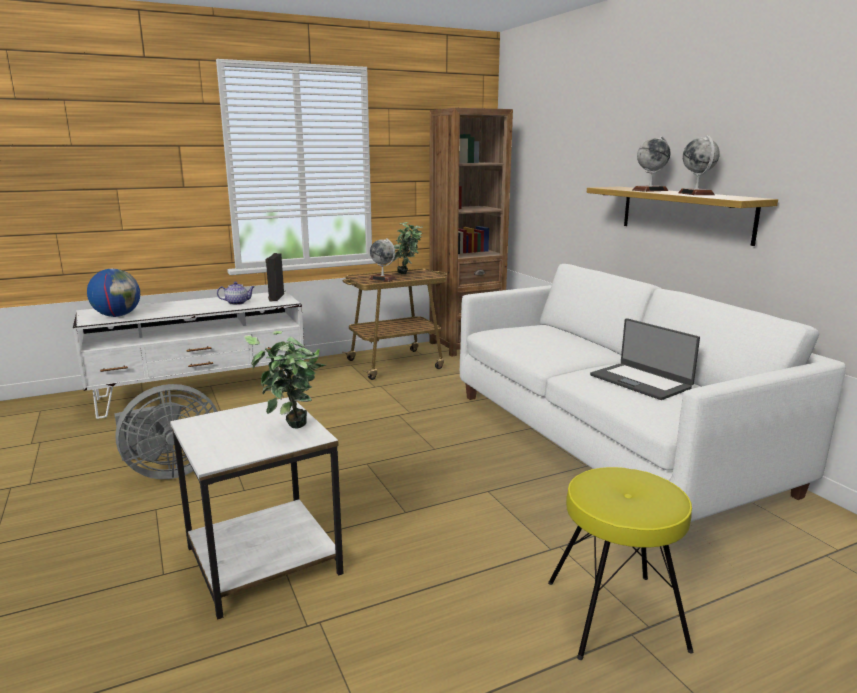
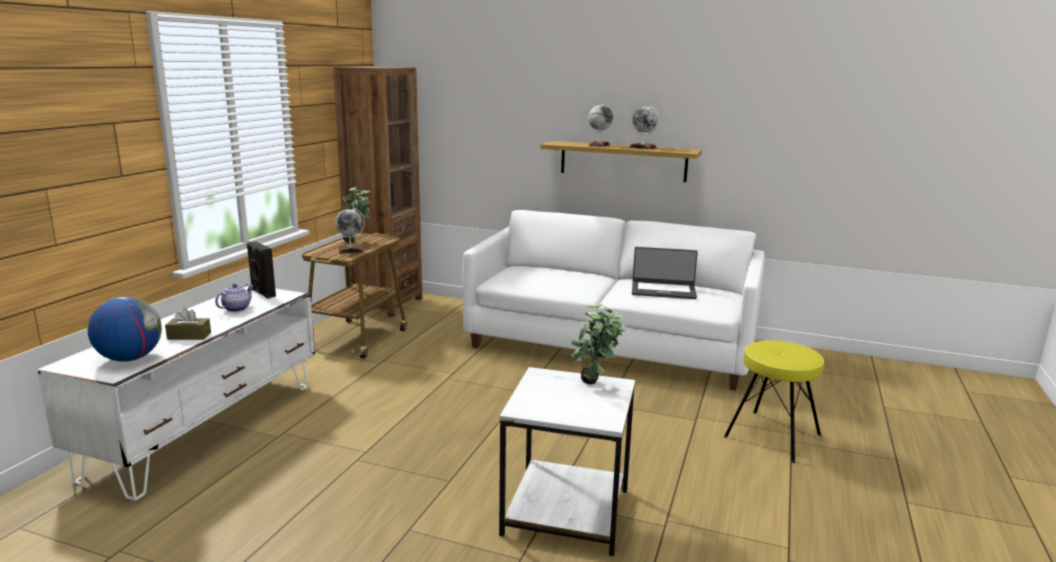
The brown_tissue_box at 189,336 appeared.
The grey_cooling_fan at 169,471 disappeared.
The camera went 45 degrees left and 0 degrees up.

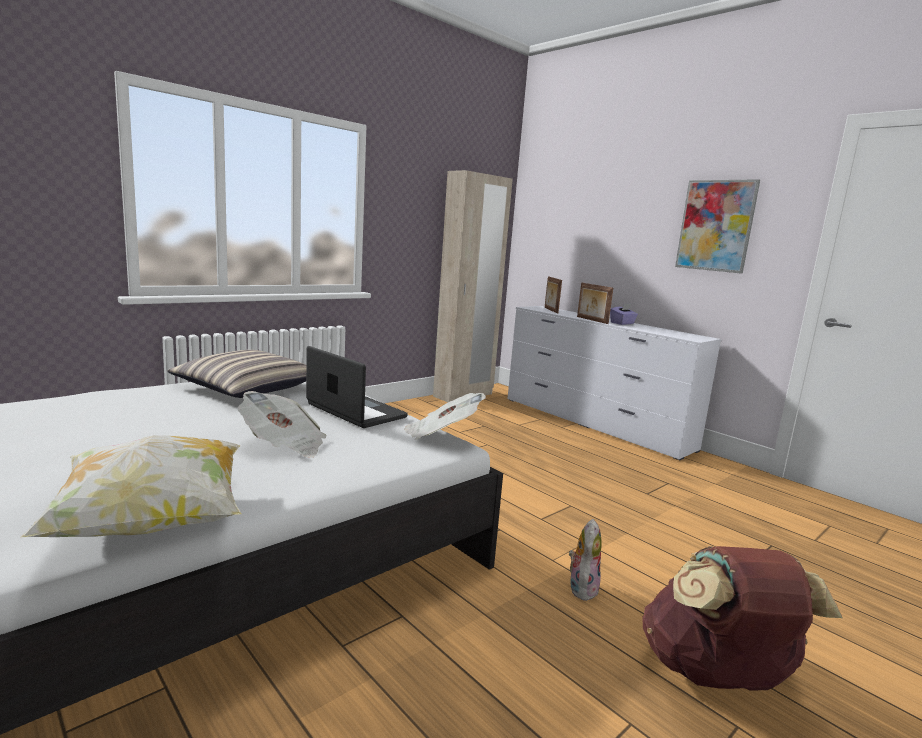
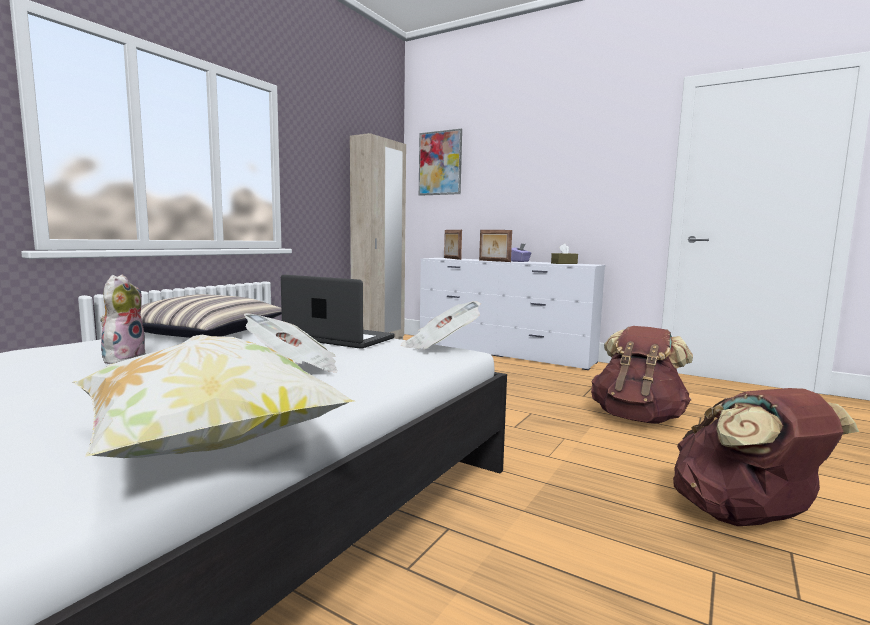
The cuddly_toy moved from 581,587 to 123,358.
The wall_picture moved from 716,226 to 440,163.
The brown_tissue_box at 564,263 appeared.
The brown_knapsack at 637,418 appeared.
The camera went 15 degrees left and 5 degrees down.

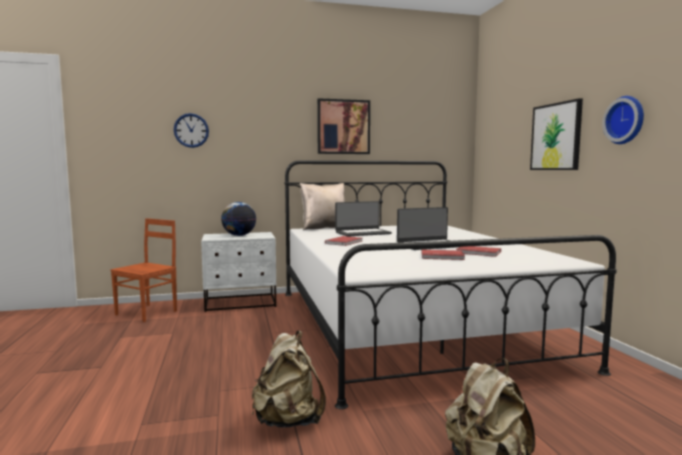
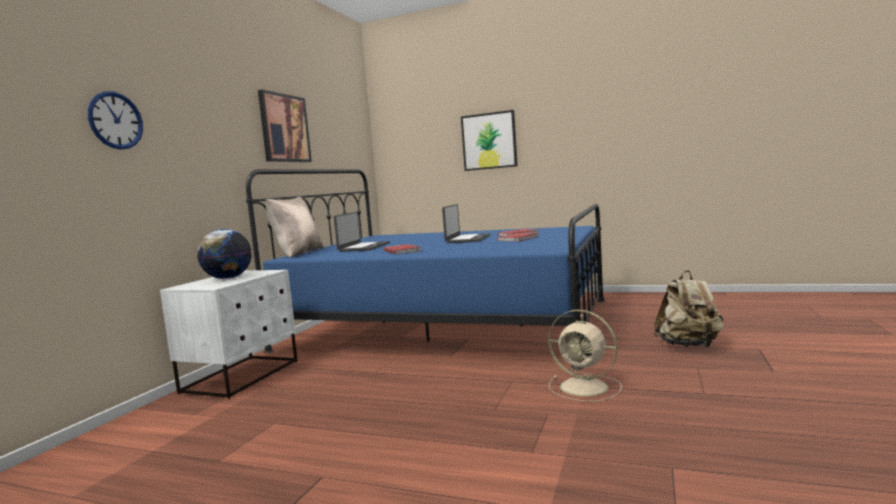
The white-coloured_bed at 408,324 became the blue-coloured_bed at 449,324.
The sand-coloured_knapsack at 288,420 was replaced by the sand-coloured_cooling_fan at 586,387.
The brown_chair at 147,313 disappeared.
The wall_clock at 626,120 disappeared.
The camera went 55 degrees left and 0 degrees up.

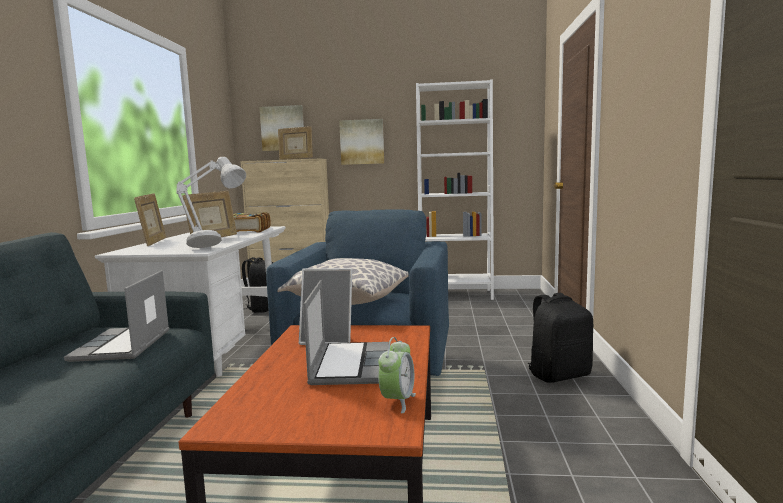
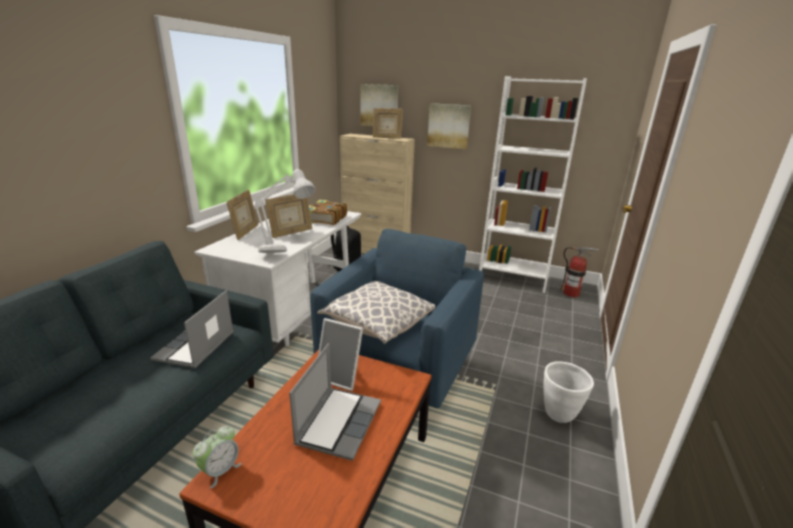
The bedside_clock moved from 397,401 to 220,470.
The black-coloured_knapsack at 559,375 was replaced by the white-coloured_planter at 559,413.
The extinguisher at 571,293 appeared.
The camera went 15 degrees right and 15 degrees up.

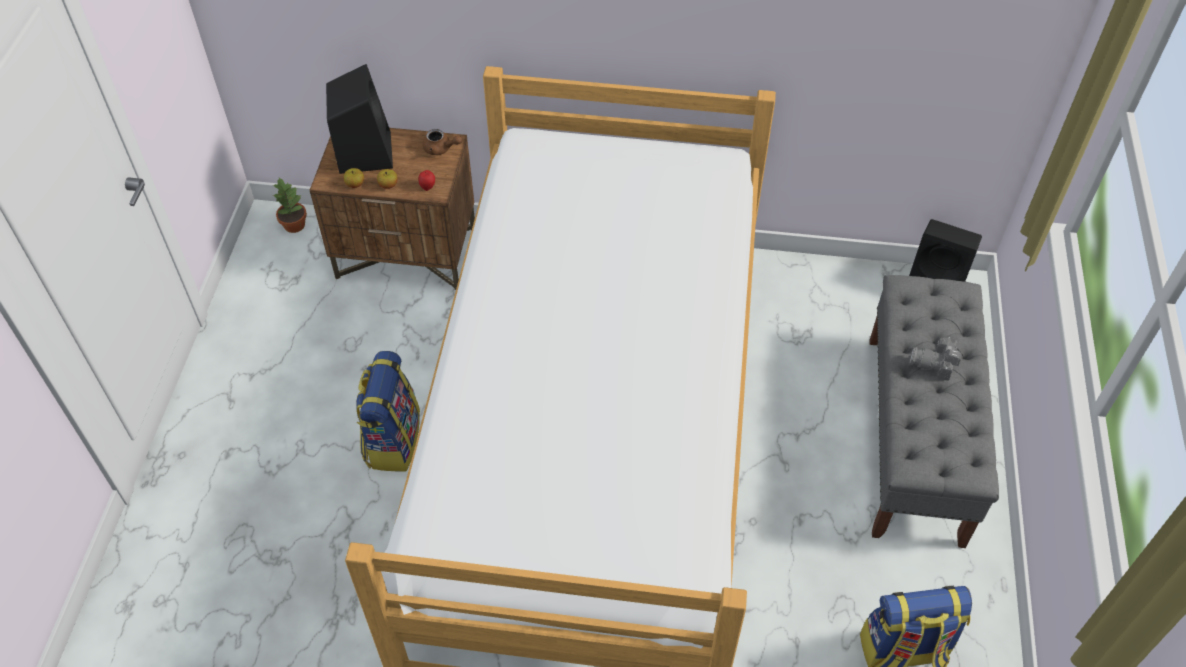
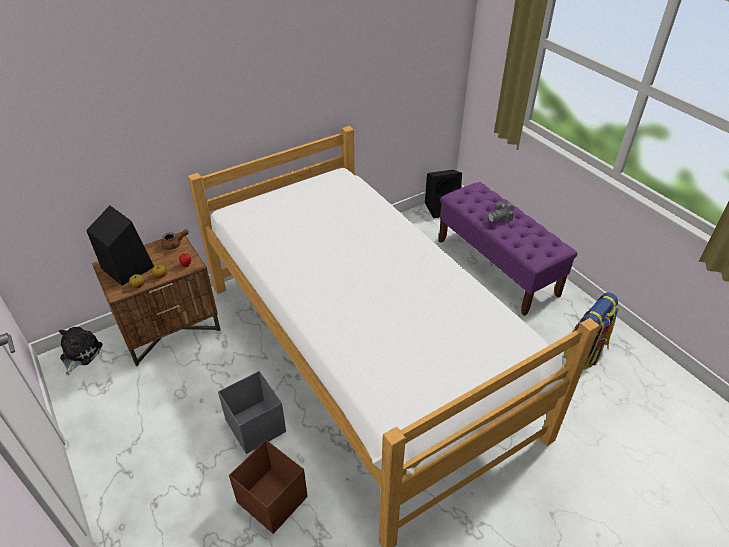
The houseplant at 294,225 was replaced by the cuddly_toy at 79,354.
The knapsack at 392,440 was replaced by the grey_storage_container at 255,425.
The brown_storage_container at 272,501 appeared.
The grey_indoor_bench at 914,438 became the purple_indoor_bench at 497,267.
The camera went 40 degrees left and 10 degrees down.

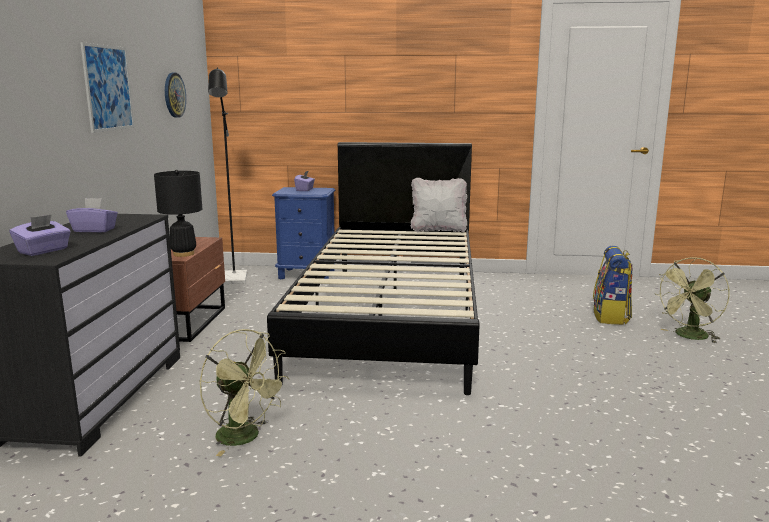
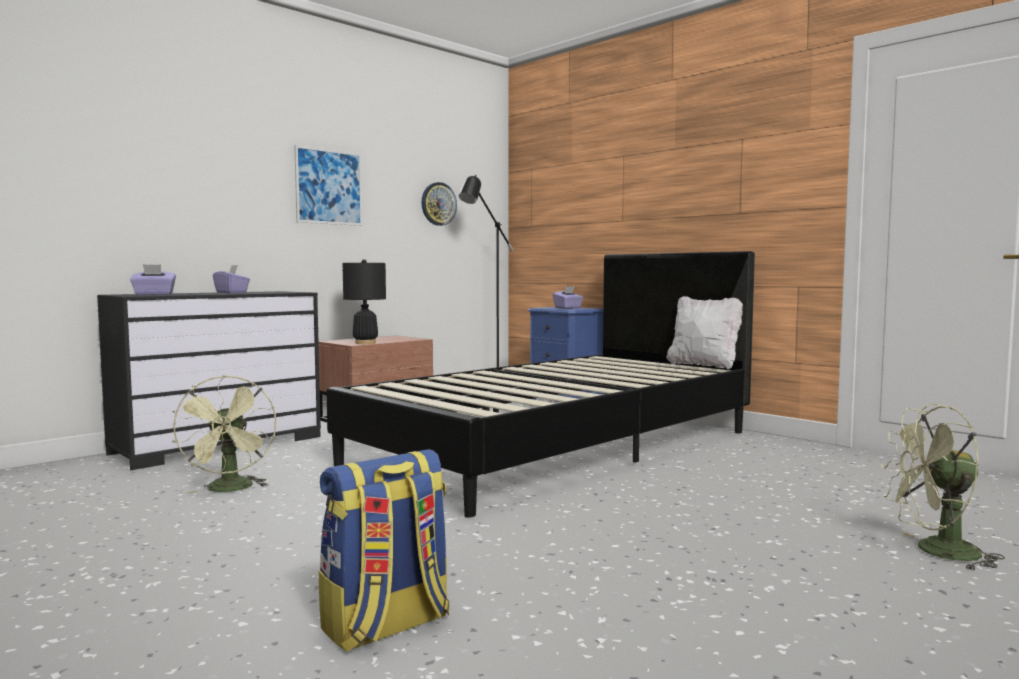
The knapsack moved from 611,317 to 386,626.
The camera went 40 degrees right and 10 degrees down.

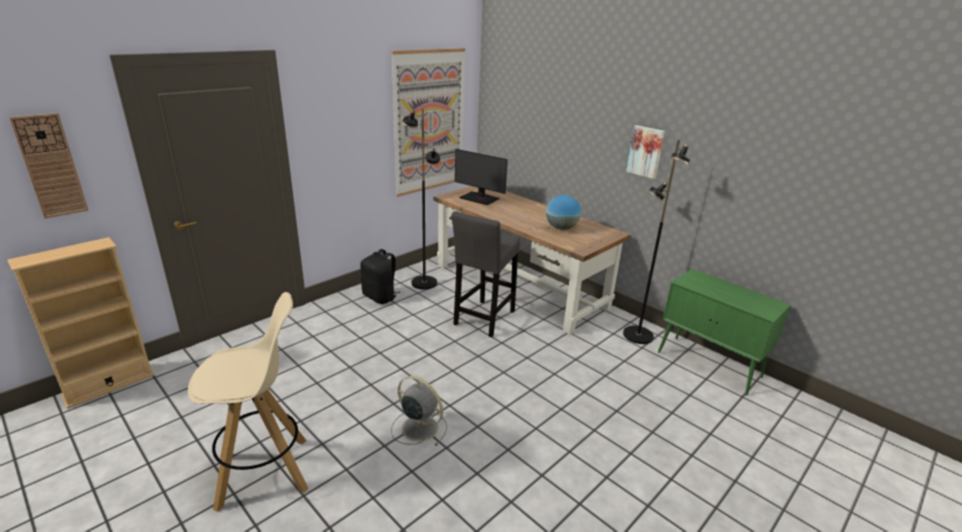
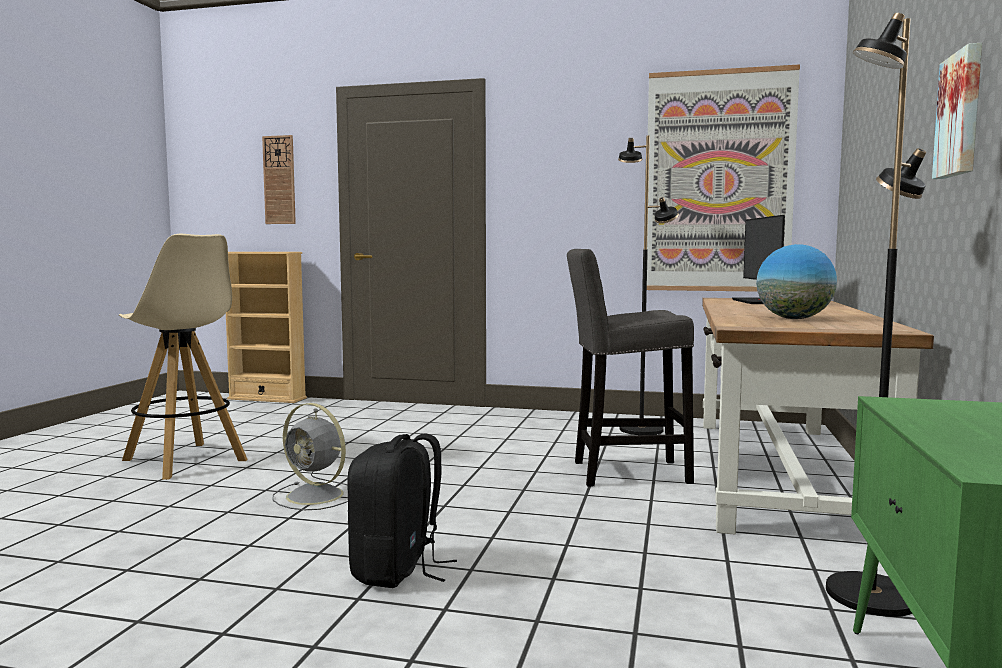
The grey_cooling_fan at 418,427 turned 120 degrees clockwise.
The black-coloured_knapsack moved from 380,297 to 397,570.
The camera went 60 degrees right and 20 degrees down.

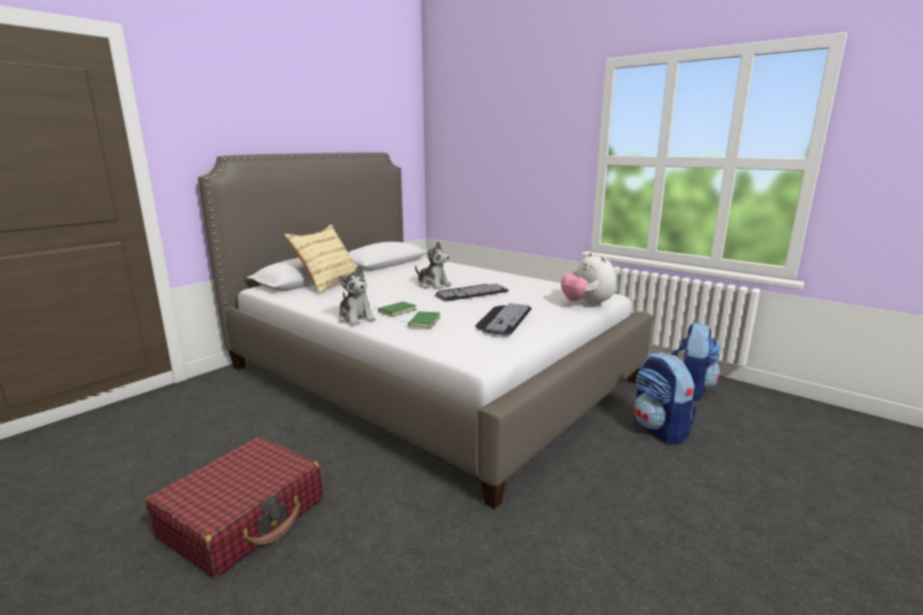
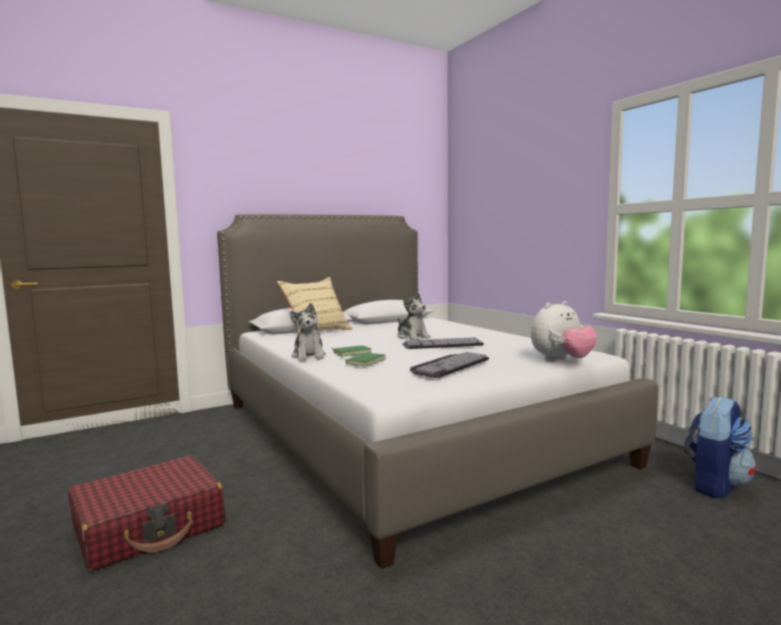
The cuddly_toy at 587,304 turned 120 degrees counterclockwise.
The knapsack at 660,430 disappeared.
The camera went 20 degrees right and 10 degrees down.

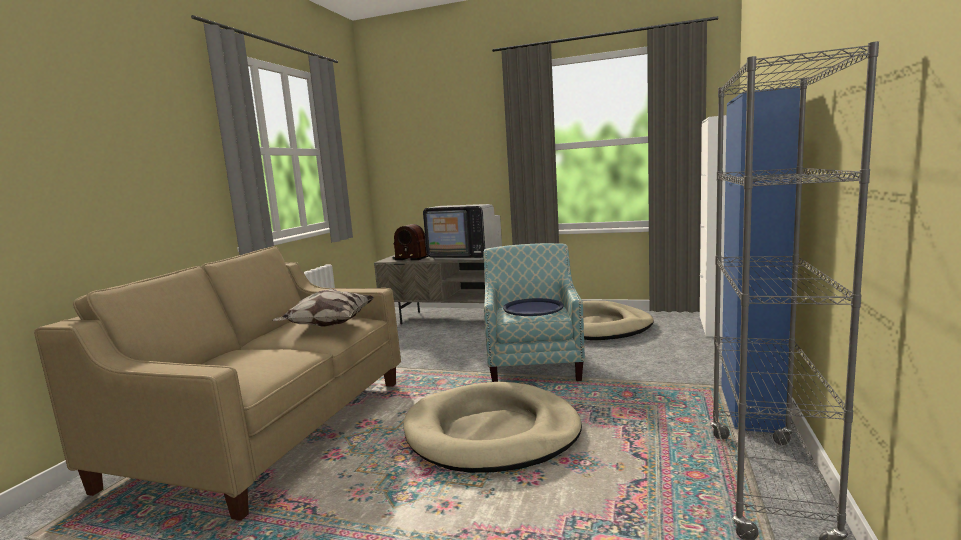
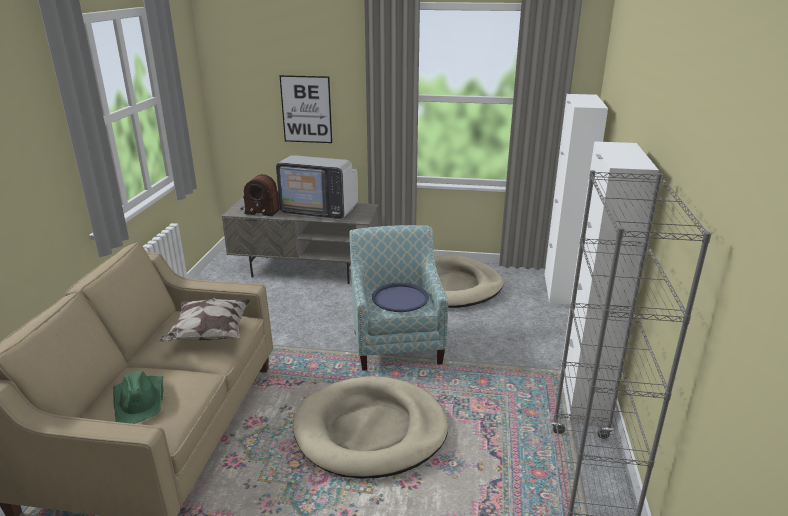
The green-coloured_hat at 140,400 appeared.
The wall_picture at 306,109 appeared.
The blue-coloured_storage_cabinet at 751,408 became the white-coloured_storage_cabinet at 582,397.
The camera went 10 degrees left and 15 degrees up.

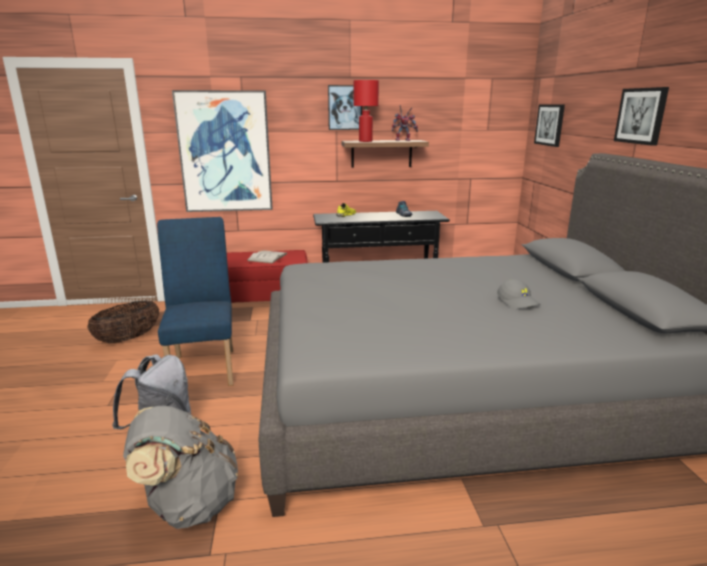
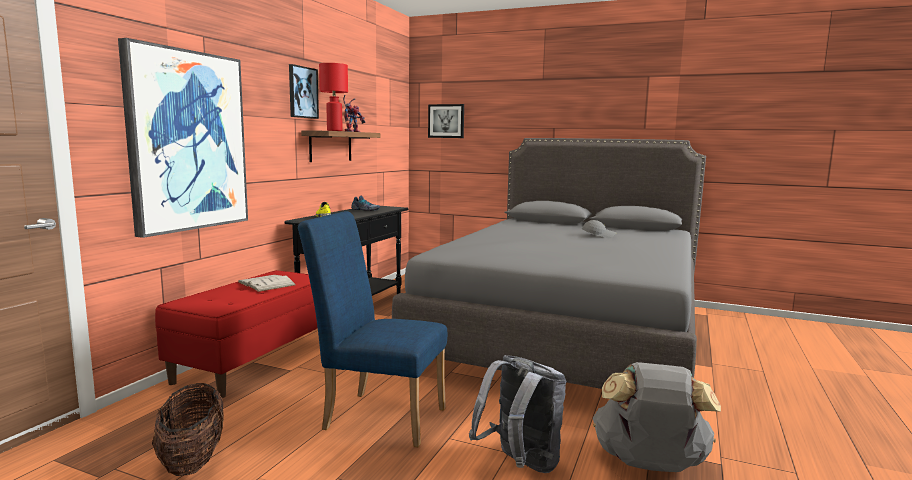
The wall_picture at 641,116 disappeared.
The camera went 60 degrees left and 10 degrees down.

